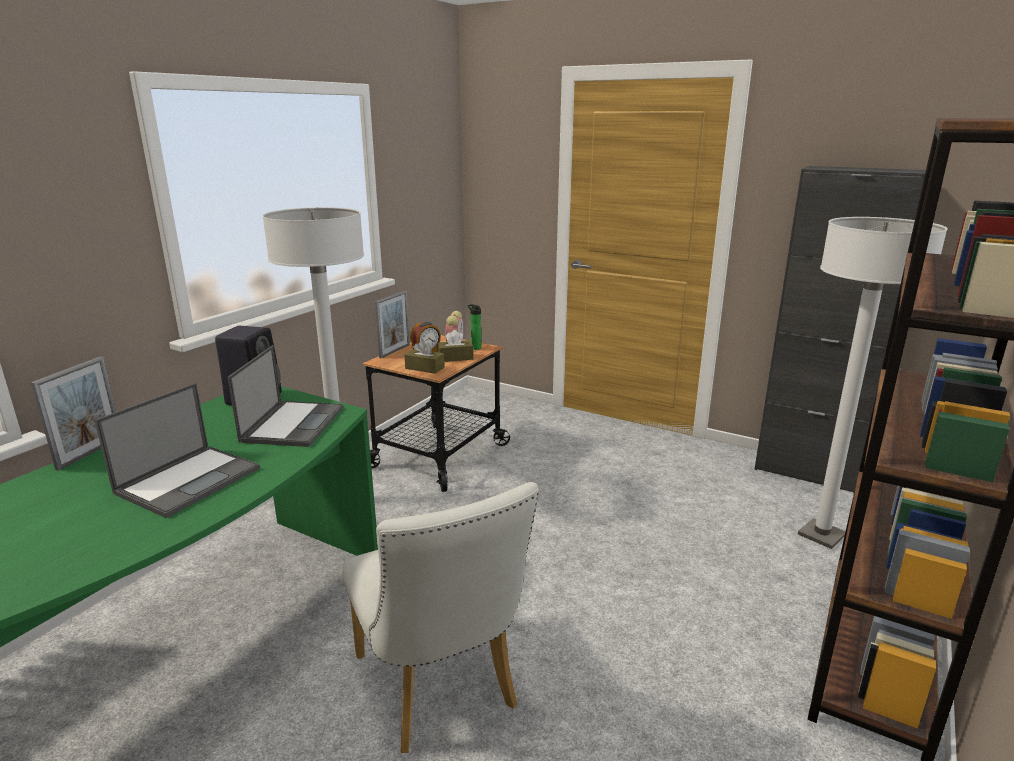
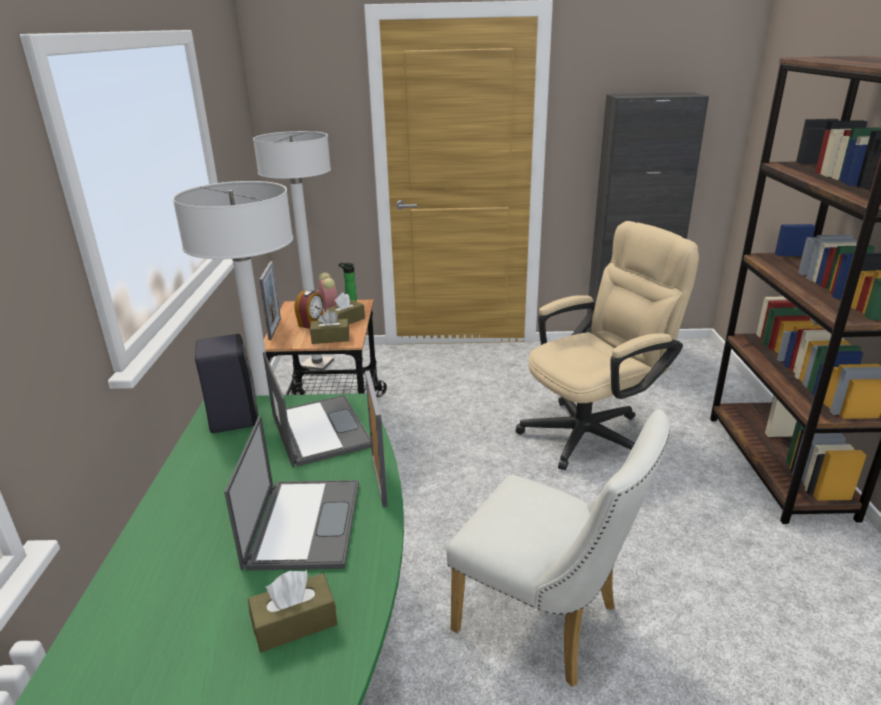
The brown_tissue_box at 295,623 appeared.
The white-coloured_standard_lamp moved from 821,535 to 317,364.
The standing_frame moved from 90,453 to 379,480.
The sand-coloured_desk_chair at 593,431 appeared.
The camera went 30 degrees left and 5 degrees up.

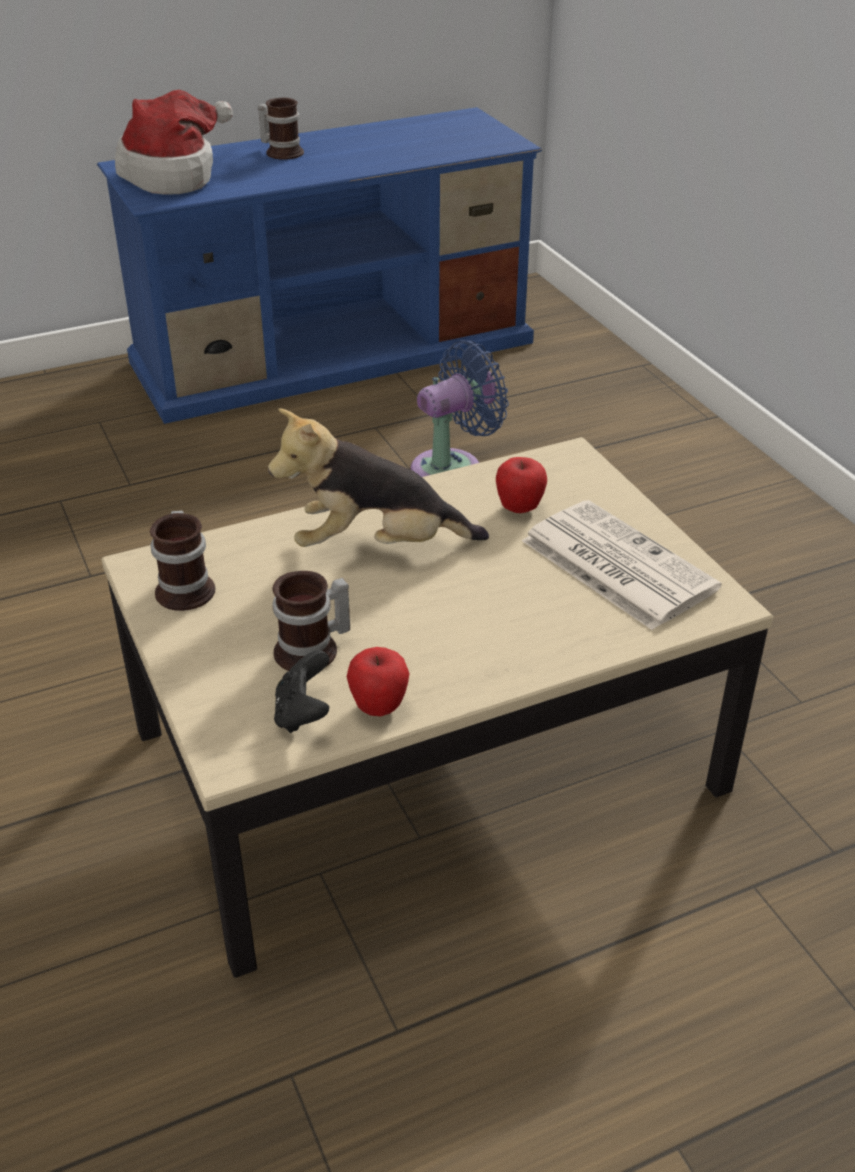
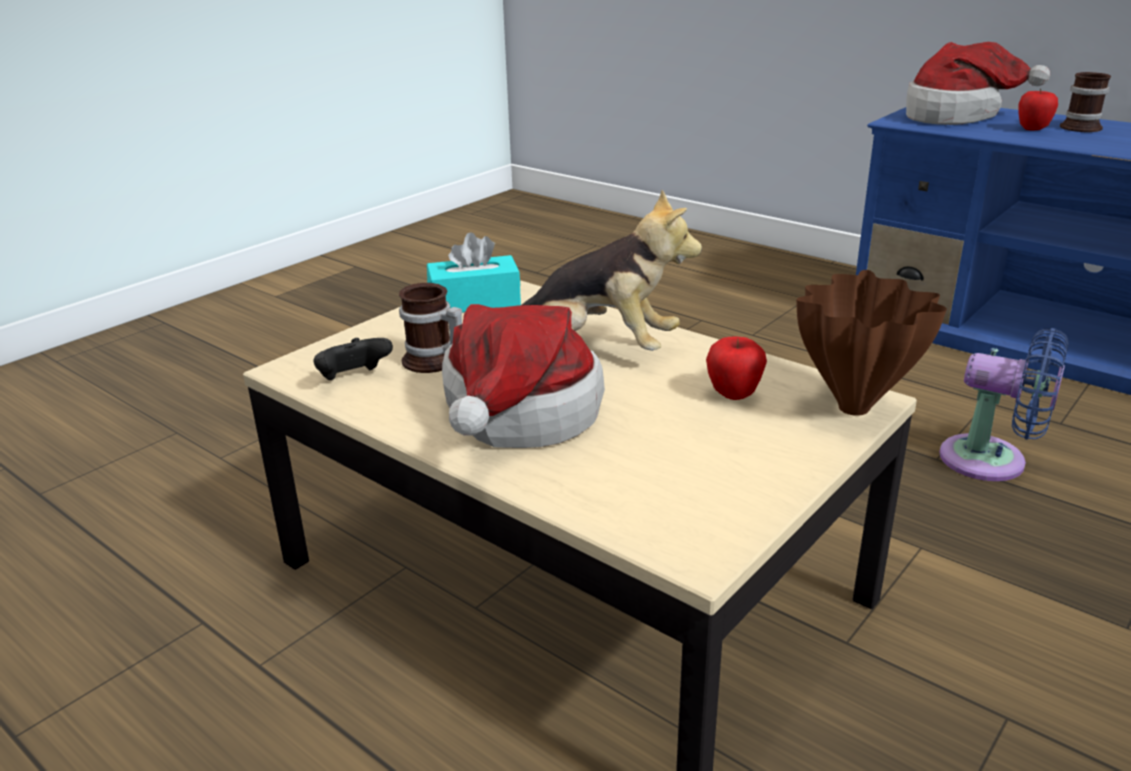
The coffee_mug at 188,587 was replaced by the turquoise-coloured_tissue_box at 474,302.
The hat at 517,416 appeared.
The cuddly_toy at 377,546 turned 135 degrees clockwise.
The brown_flower_vase at 853,409 appeared.
The apple_fruit moved from 379,707 to 1032,129.
The printed_paper at 615,564 disappeared.
The camera went 65 degrees right and 10 degrees down.

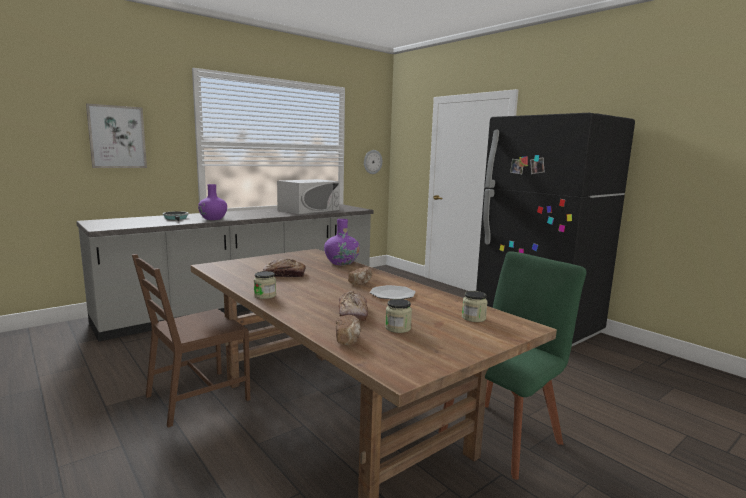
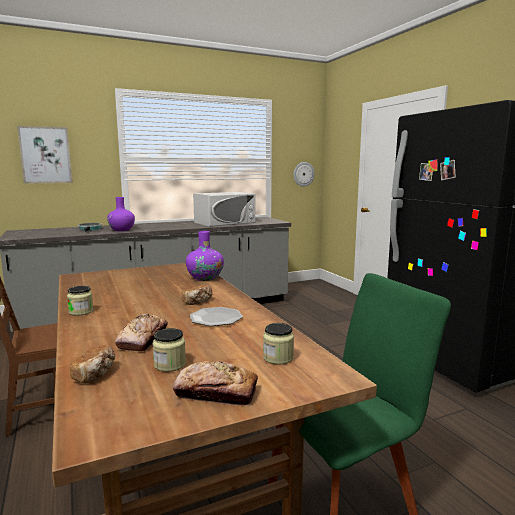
The bakery_bread moved from 284,274 to 216,392.
The camera went 15 degrees right and 0 degrees up.

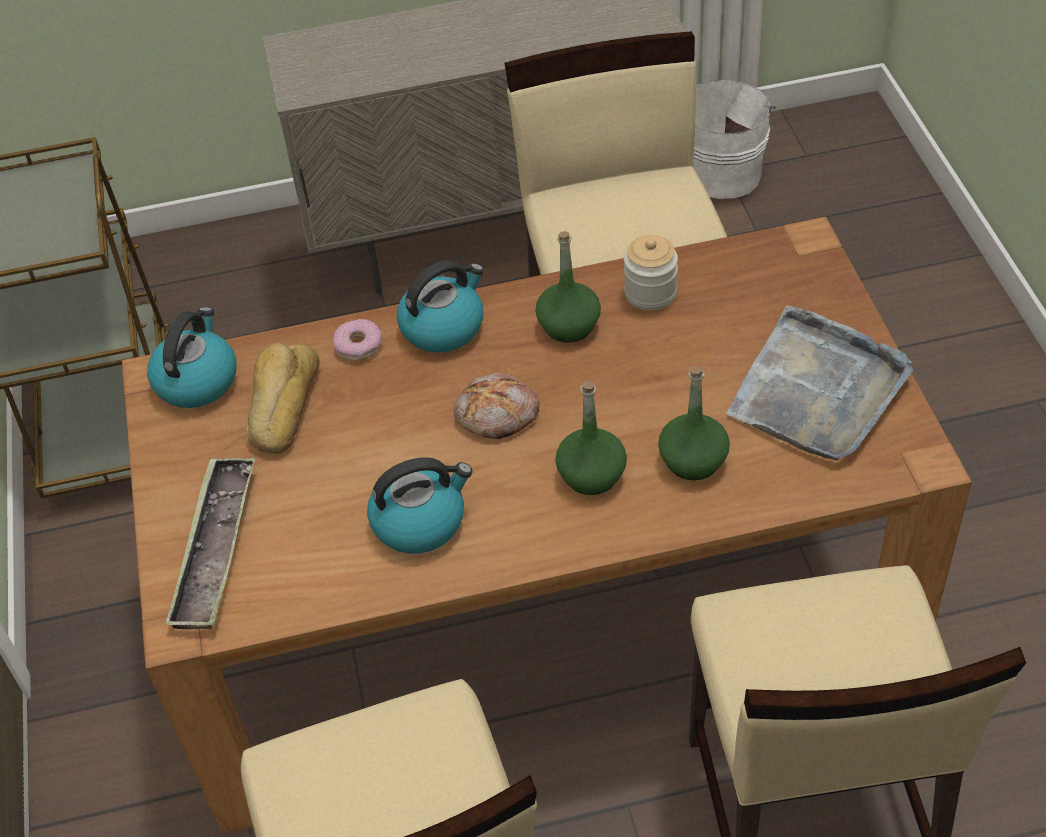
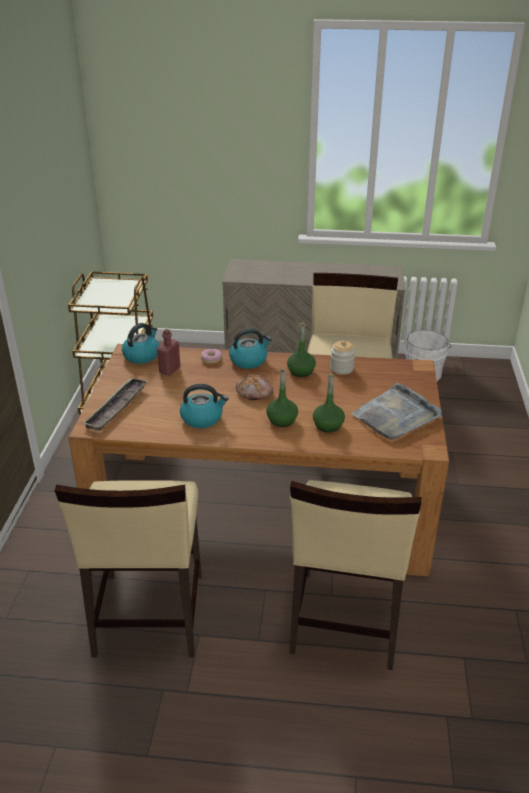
The bakery_bread at 281,405 was replaced by the reddish_beverage_bottle at 169,370.
The camera went 15 degrees right and 15 degrees down.

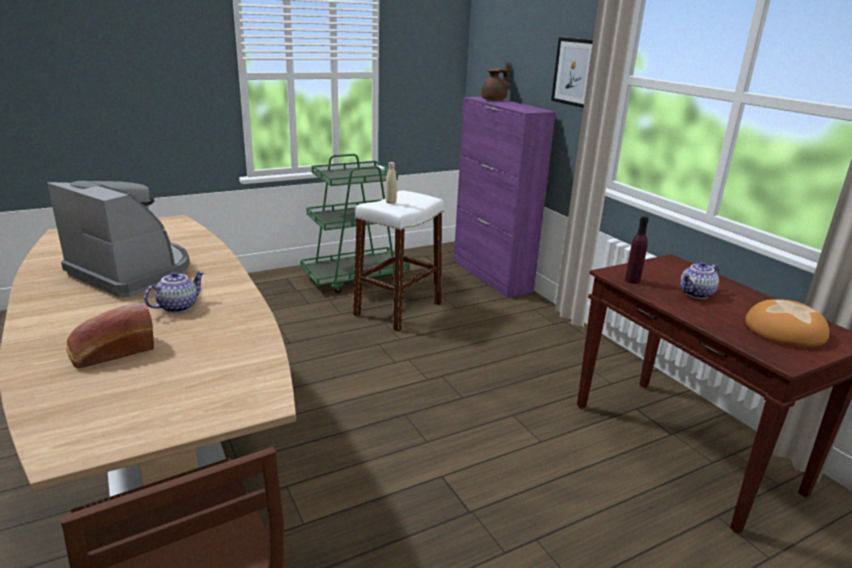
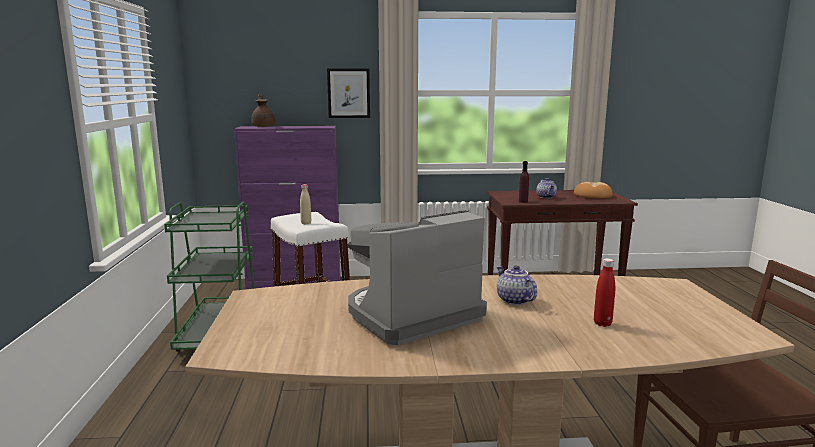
The bakery_bread at 111,352 was replaced by the reddish_beverage_bottle at 602,323.
The camera went 65 degrees left and 10 degrees down.

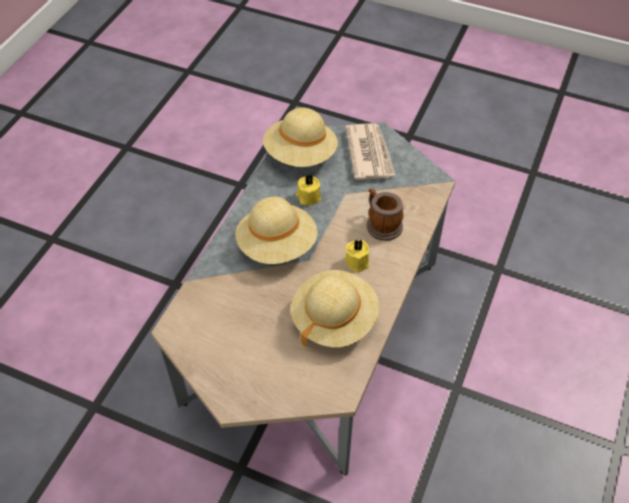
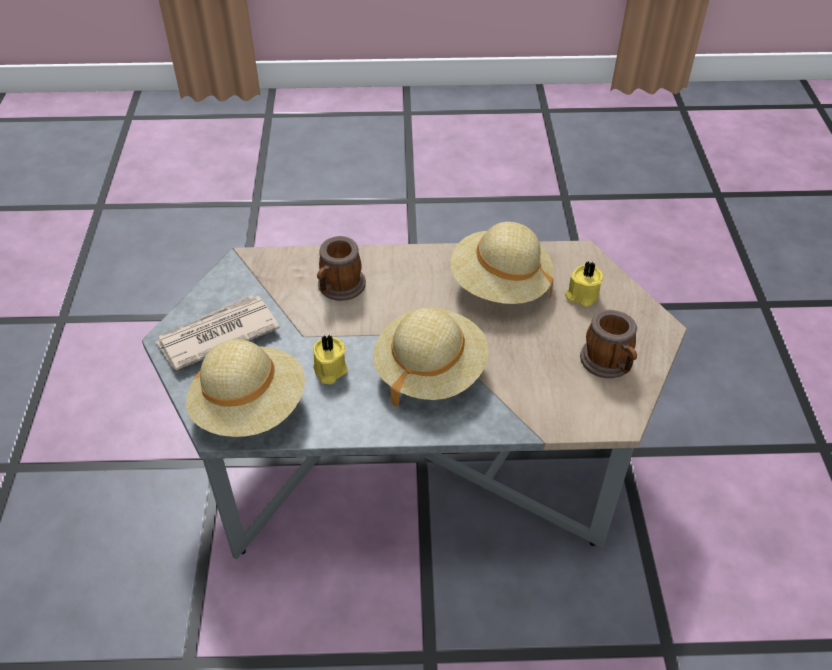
The yellow-coloured_candle moved from 357,261 to 582,295.
The coffee_mug at 609,364 appeared.
The camera went 115 degrees left and 5 degrees down.

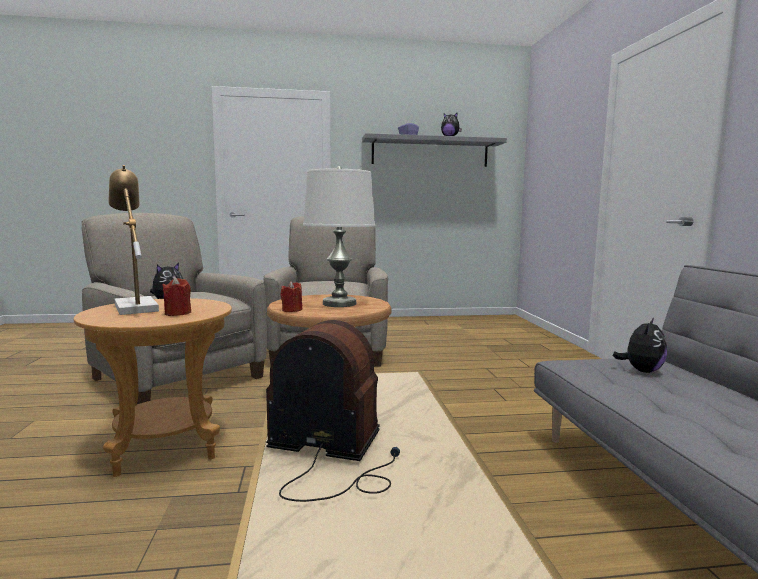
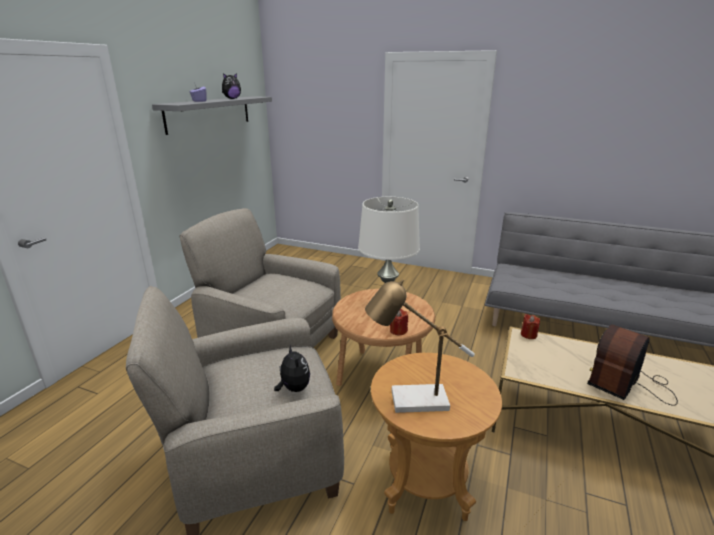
The reddish_candle moved from 178,313 to 528,335.
The cuddly_toy at 641,371 disappeared.
The camera went 60 degrees left and 15 degrees up.

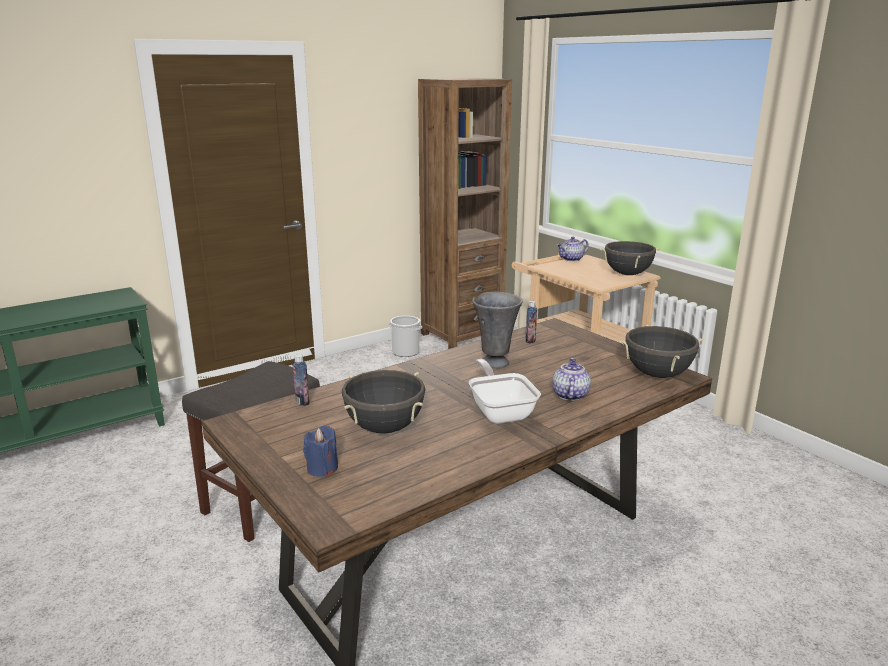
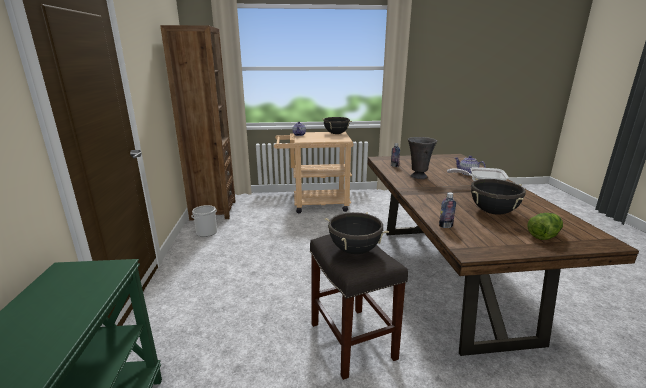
The black-coloured_stockpot moved from 657,374 to 354,250.
The blue-coloured_candle at 322,468 was replaced by the lettuce at 543,235.
The camera went 60 degrees left and 0 degrees up.

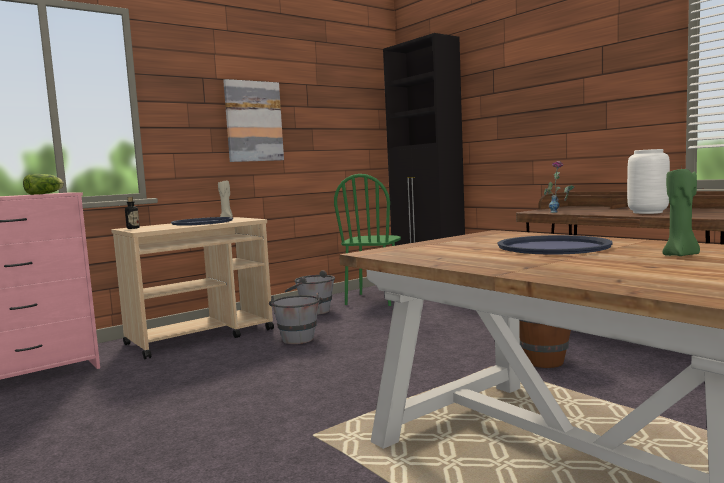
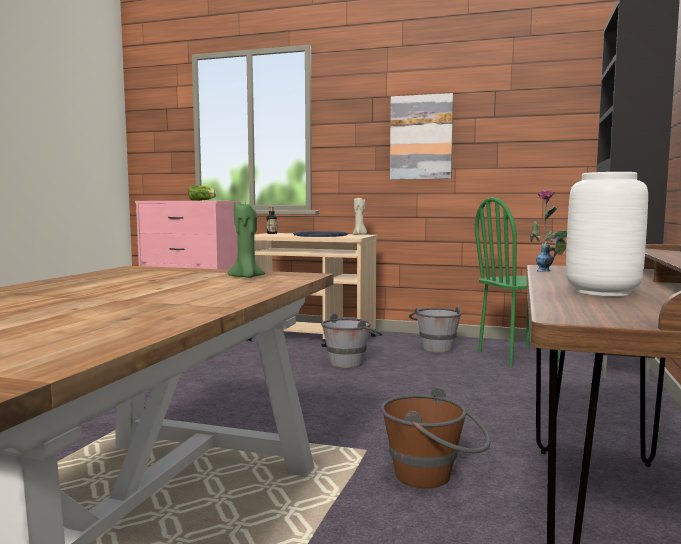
The green-coloured_candle moved from 681,255 to 246,277.
The blue-coloured_tray at 553,247 disappeared.
The camera went 55 degrees right and 0 degrees up.

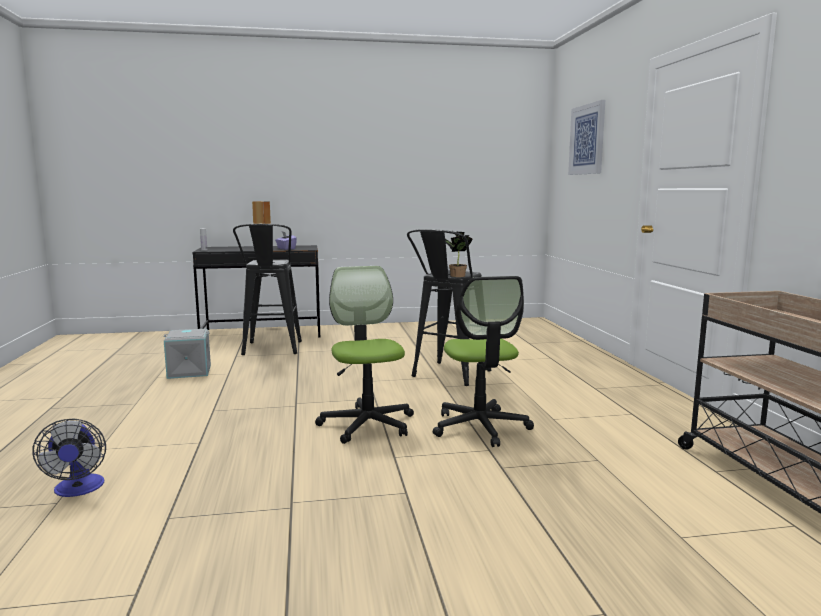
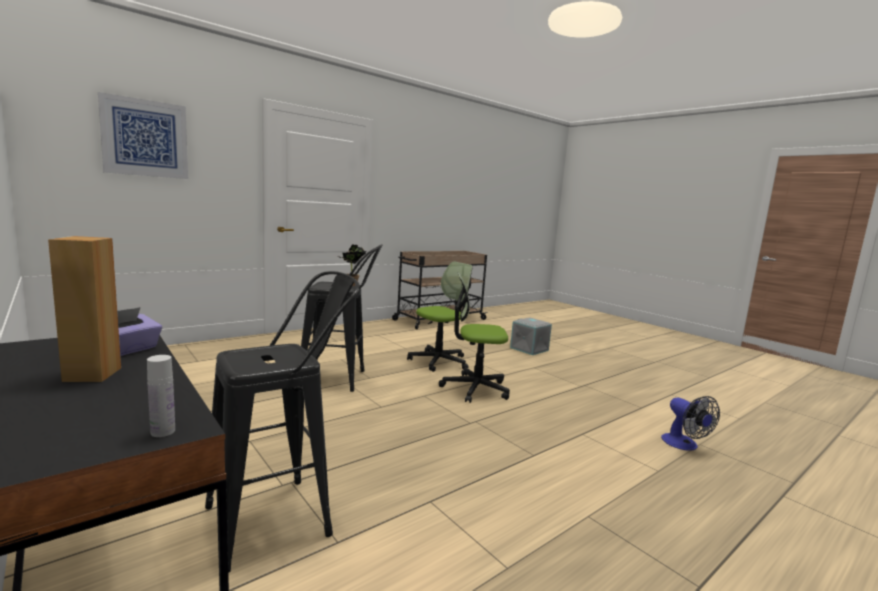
The desk_chair at 367,424 turned 45 degrees clockwise.
The grey_storage_container moved from 189,372 to 530,349.
The cooling_fan at 78,489 turned 120 degrees clockwise.
The camera went 120 degrees left and 0 degrees up.

